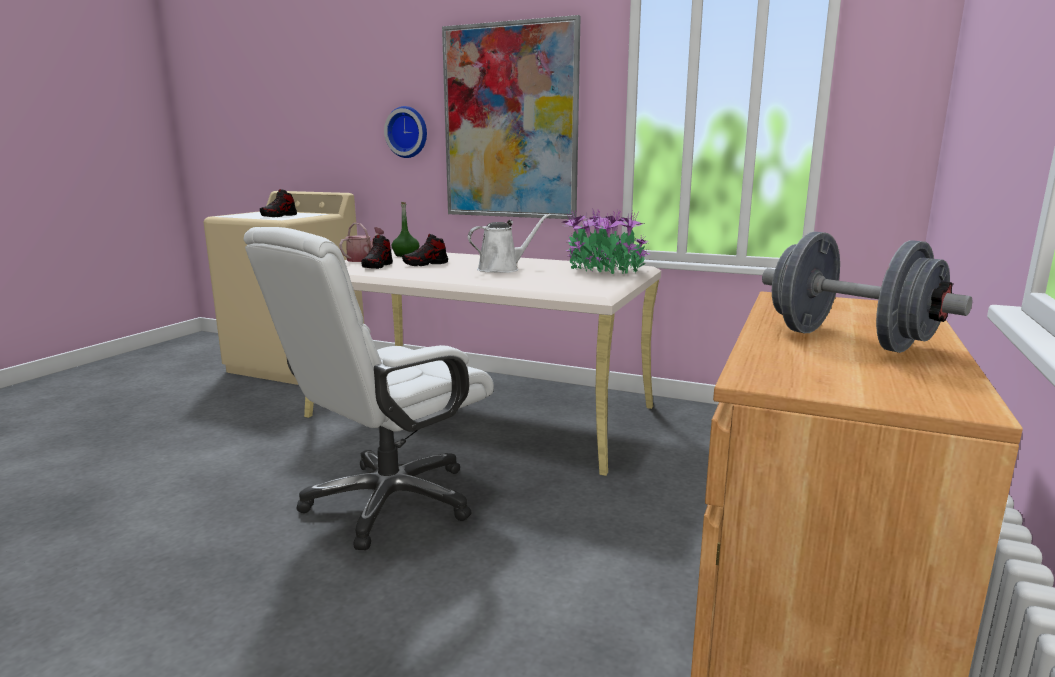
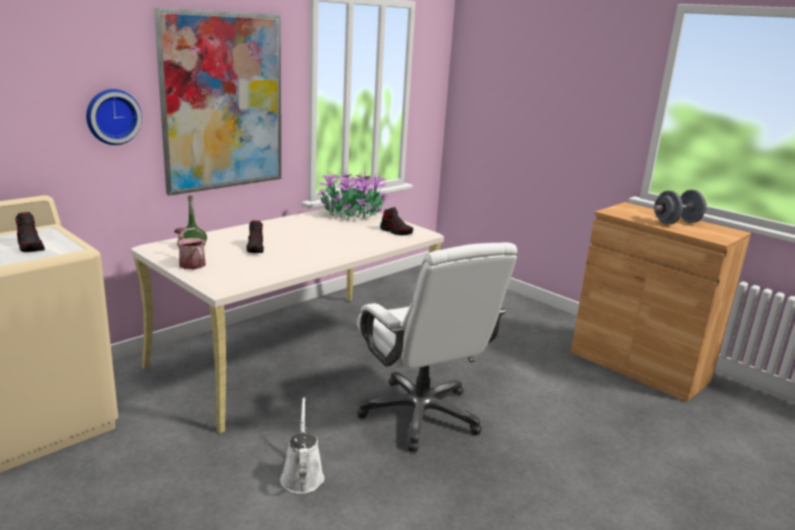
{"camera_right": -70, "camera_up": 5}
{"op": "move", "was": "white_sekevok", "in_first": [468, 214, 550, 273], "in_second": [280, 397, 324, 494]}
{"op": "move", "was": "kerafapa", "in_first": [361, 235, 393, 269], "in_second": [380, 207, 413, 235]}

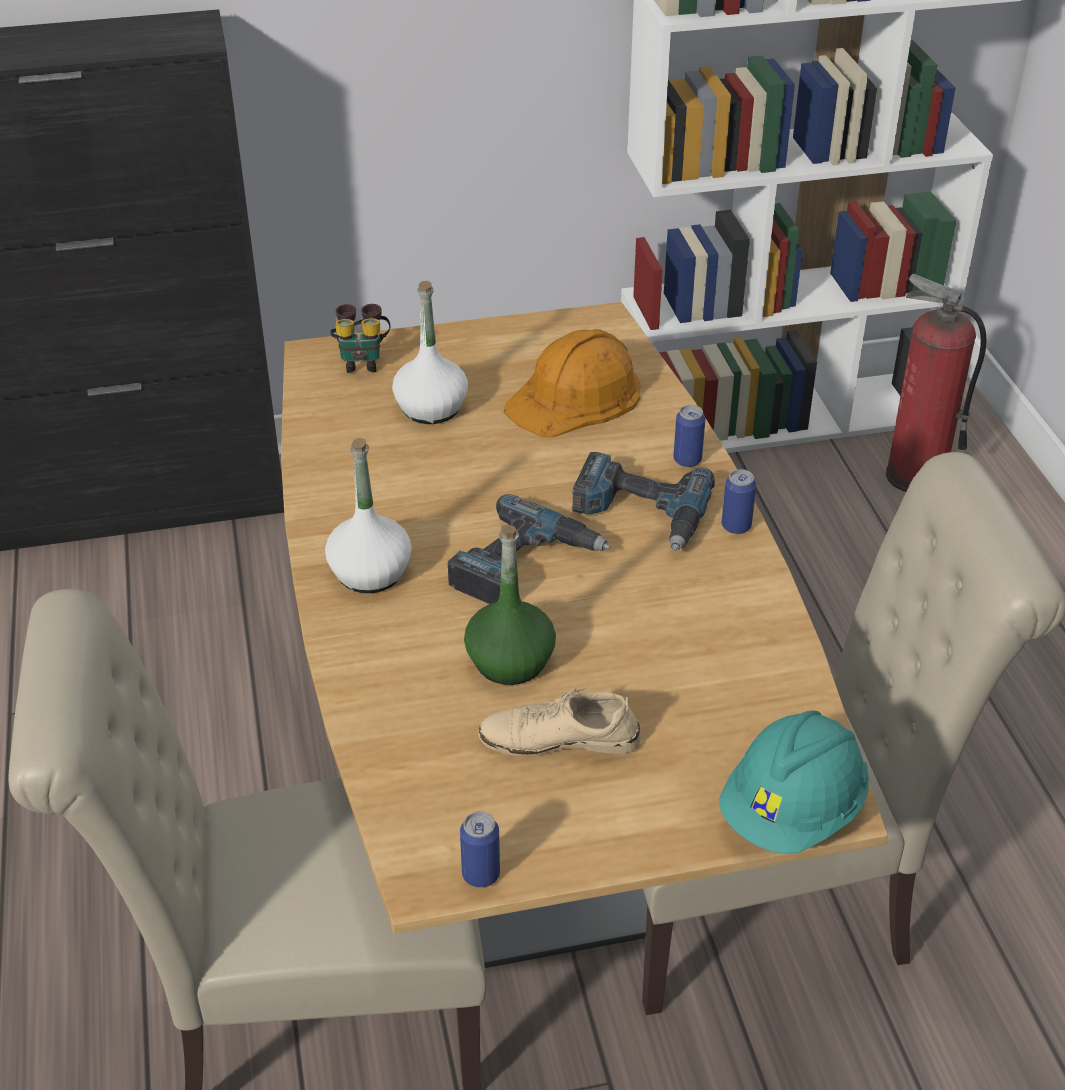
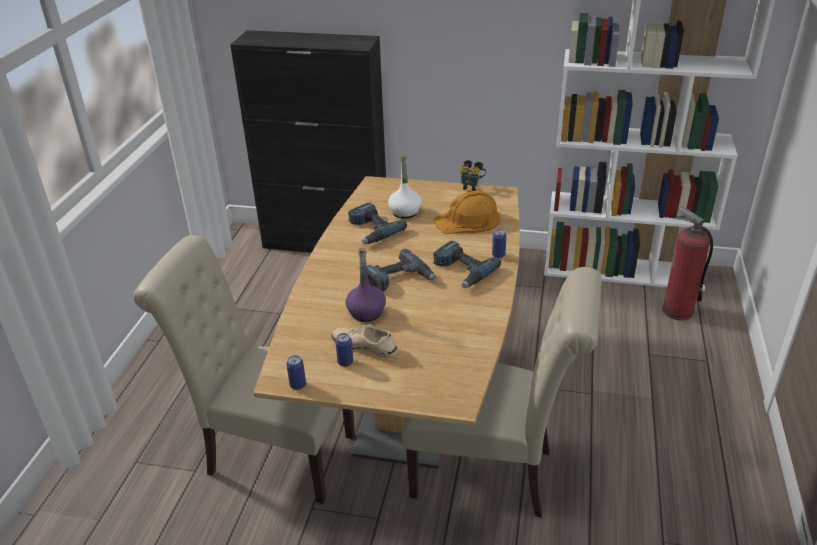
{"camera_right": 25, "camera_up": -5}
{"op": "move", "was": "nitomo", "in_first": [722, 469, 756, 534], "in_second": [335, 333, 353, 367]}
{"op": "recolor", "was": "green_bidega", "now": "purple_bidega", "in_first": [464, 524, 556, 685], "in_second": [346, 248, 386, 322]}
{"op": "insert", "now": "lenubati", "in_second": [348, 203, 407, 244]}
{"op": "move", "was": "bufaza", "in_first": [330, 304, 391, 373], "in_second": [460, 160, 486, 191]}
{"op": "delete", "was": "white_bidega", "in_first": [325, 438, 412, 593]}
{"op": "delete", "was": "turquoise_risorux", "in_first": [719, 710, 869, 854]}

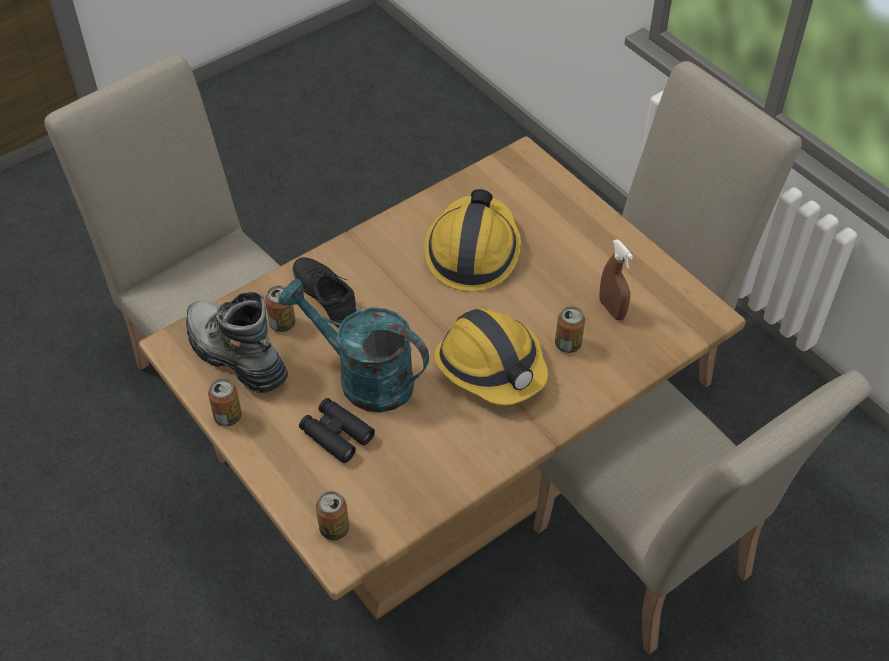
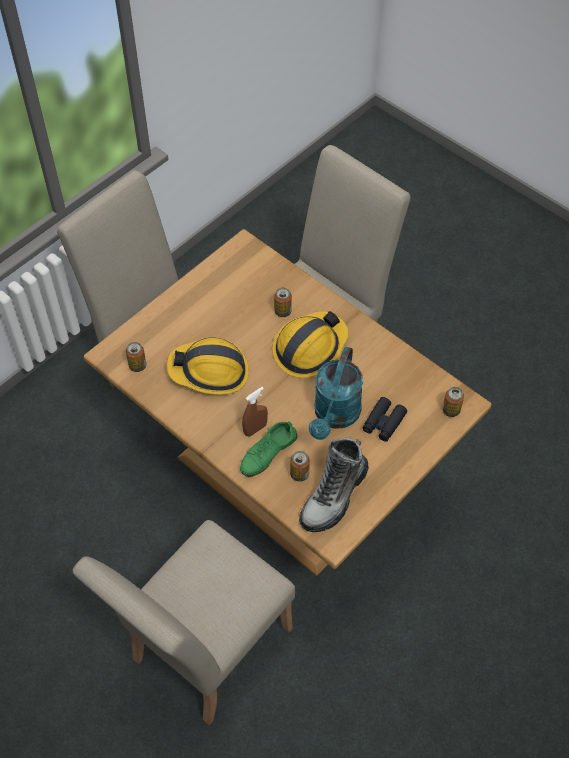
{"camera_right": -100, "camera_up": 5}
{"op": "move", "was": "nitomo", "in_first": [208, 379, 242, 426], "in_second": [126, 342, 146, 372]}
{"op": "recolor", "was": "black_kerafapa", "now": "green_kerafapa", "in_first": [293, 257, 357, 328], "in_second": [240, 421, 297, 477]}
{"op": "move", "was": "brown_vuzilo", "in_first": [599, 239, 633, 320], "in_second": [242, 387, 268, 437]}

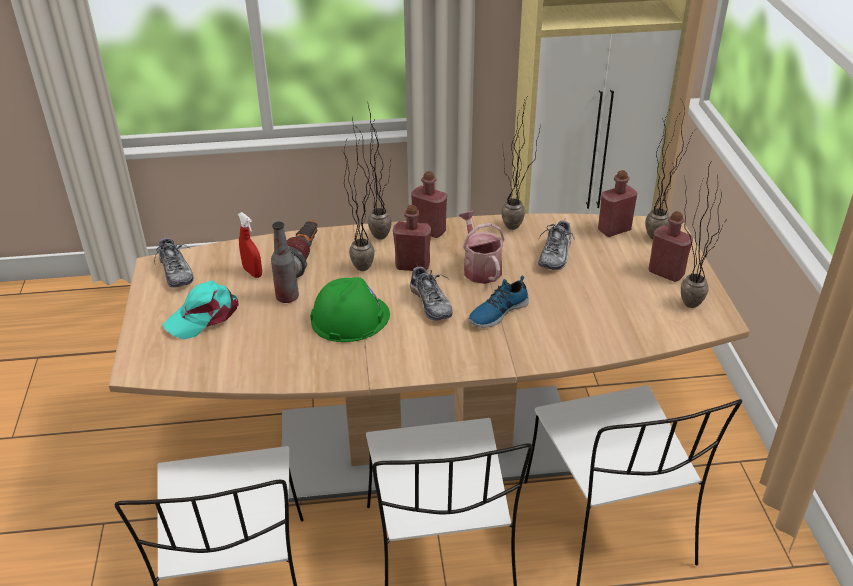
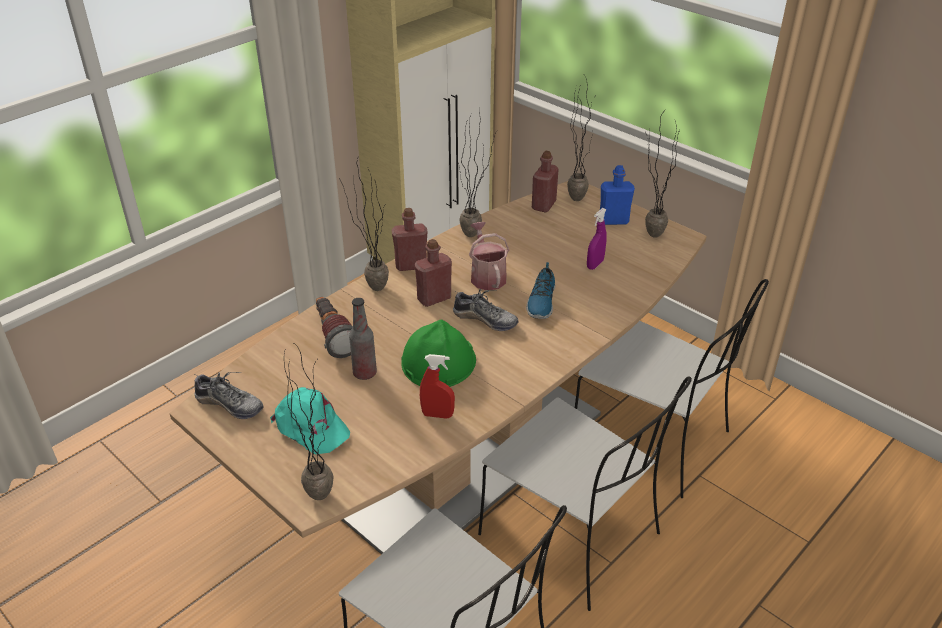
{"camera_right": -40, "camera_up": 0}
{"op": "rotate", "was": "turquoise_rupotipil", "in_first": [162, 280, 239, 340], "in_second": [270, 387, 350, 454], "clockwise": -60}
{"op": "move", "was": "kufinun", "in_first": [343, 129, 380, 271], "in_second": [284, 341, 333, 500]}
{"op": "move", "was": "red_vuzilo", "in_first": [238, 212, 262, 278], "in_second": [420, 354, 455, 419]}
{"op": "rotate", "was": "sekevok", "in_first": [458, 211, 505, 284], "in_second": [469, 222, 509, 291], "clockwise": 45}
{"op": "insert", "now": "purple_vuzilo", "in_second": [587, 208, 607, 270]}
{"op": "recolor", "was": "red_bidega", "now": "blue_bidega", "in_first": [649, 211, 693, 282], "in_second": [600, 165, 635, 225]}
{"op": "delete", "was": "kerafapa", "in_first": [538, 220, 575, 270]}

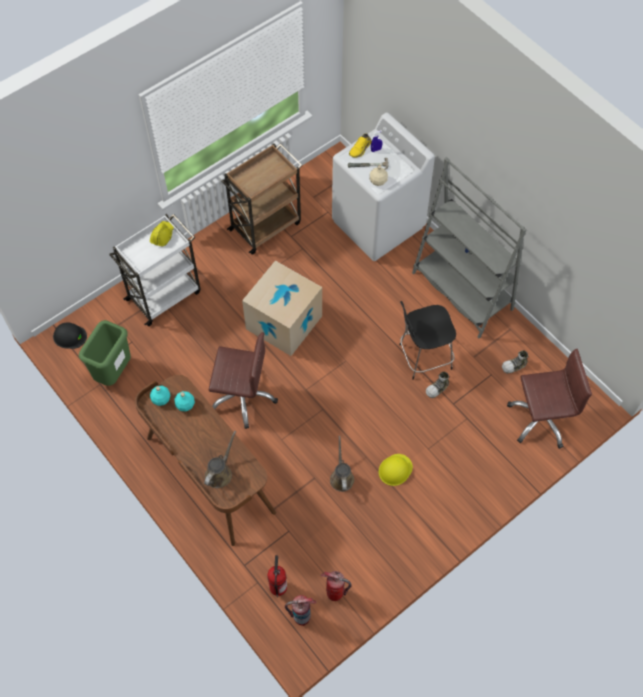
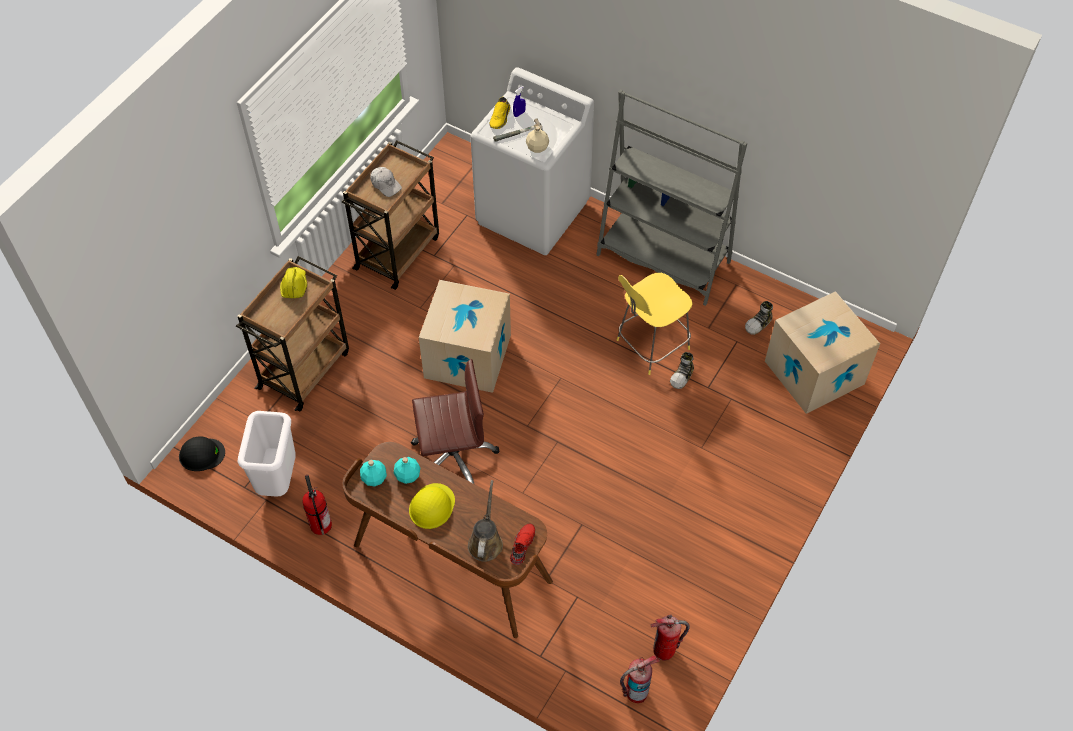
{"camera_right": -20, "camera_up": -5}
{"op": "recolor", "was": "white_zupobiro", "now": "brown_zupobiro", "in_first": [109, 214, 201, 326], "in_second": [236, 256, 349, 412]}
{"op": "recolor", "was": "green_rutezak", "now": "white_rutezak", "in_first": [79, 320, 131, 386], "in_second": [238, 411, 296, 497]}
{"op": "move", "was": "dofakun", "in_first": [268, 555, 287, 598], "in_second": [302, 475, 332, 535]}
{"op": "insert", "now": "white_rupotipil", "in_second": [370, 167, 402, 197]}
{"op": "move", "was": "yellow_risorux", "in_first": [379, 454, 413, 486], "in_second": [409, 483, 455, 529]}
{"op": "insert", "now": "red_kerafapa", "in_second": [510, 523, 535, 565]}
{"op": "recolor", "was": "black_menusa", "now": "yellow_menusa", "in_first": [399, 301, 456, 380], "in_second": [617, 273, 693, 375]}
{"op": "replace", "was": "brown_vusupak", "now": "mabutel", "in_first": [507, 349, 592, 449], "in_second": [765, 291, 880, 414]}
{"op": "delete", "was": "brown_sekevok", "in_first": [330, 436, 354, 492]}

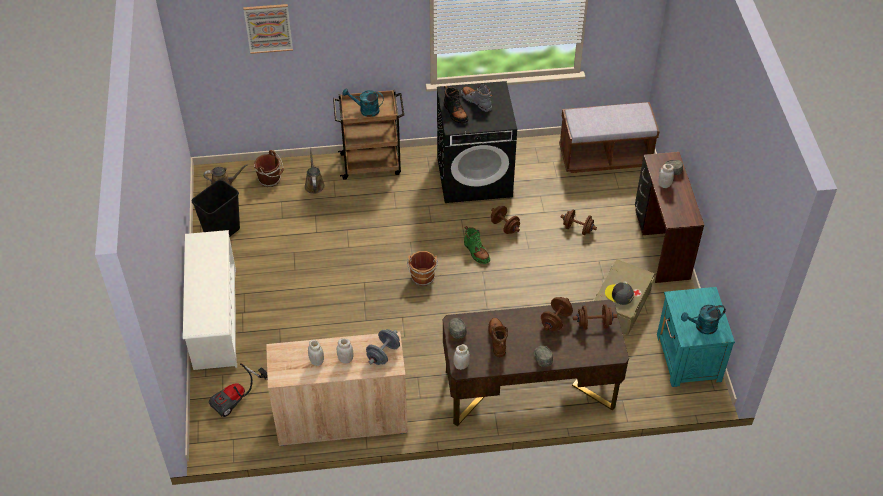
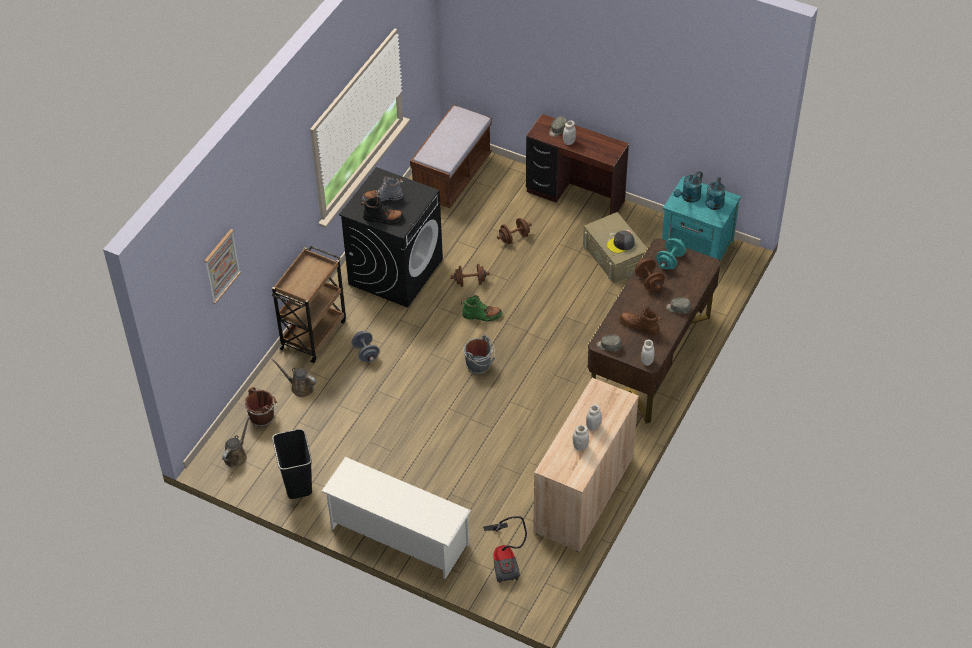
{"camera_right": -55, "camera_up": 0}
{"op": "move", "was": "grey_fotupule", "in_first": [366, 329, 400, 365], "in_second": [352, 331, 379, 362]}
{"op": "recolor", "was": "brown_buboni", "now": "grey_buboni", "in_first": [407, 251, 438, 286], "in_second": [464, 335, 495, 374]}
{"op": "recolor", "was": "brown_fotupule", "now": "turquoise_fotupule", "in_first": [573, 305, 617, 330], "in_second": [656, 238, 686, 269]}
{"op": "move", "was": "turquoise_sekevok", "in_first": [342, 88, 384, 117], "in_second": [674, 171, 703, 203]}

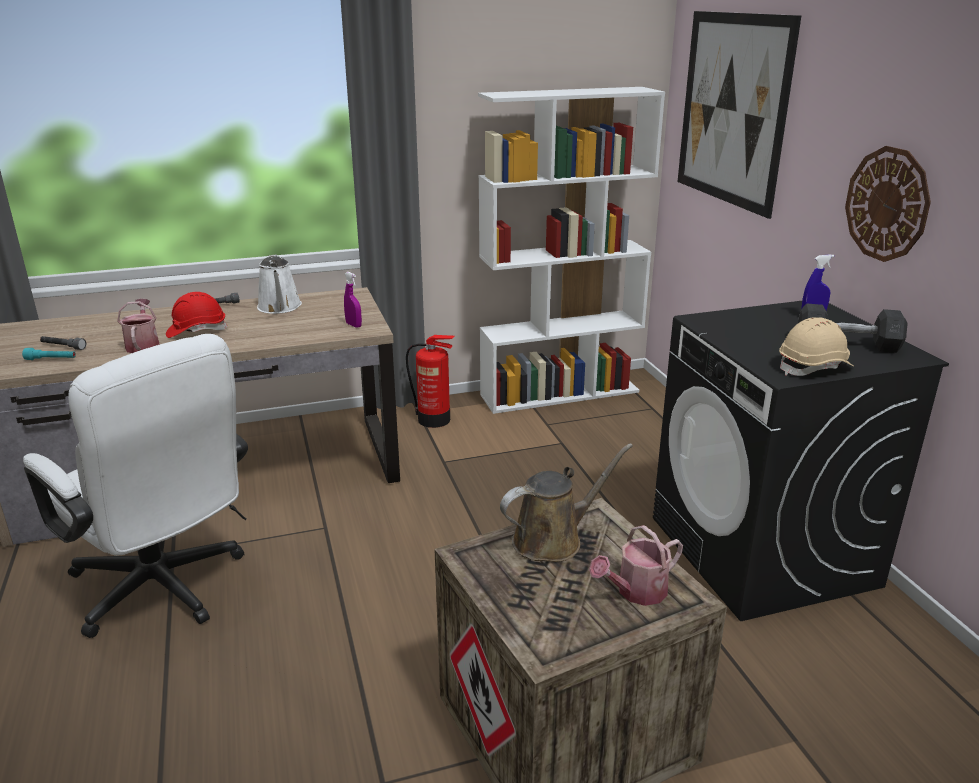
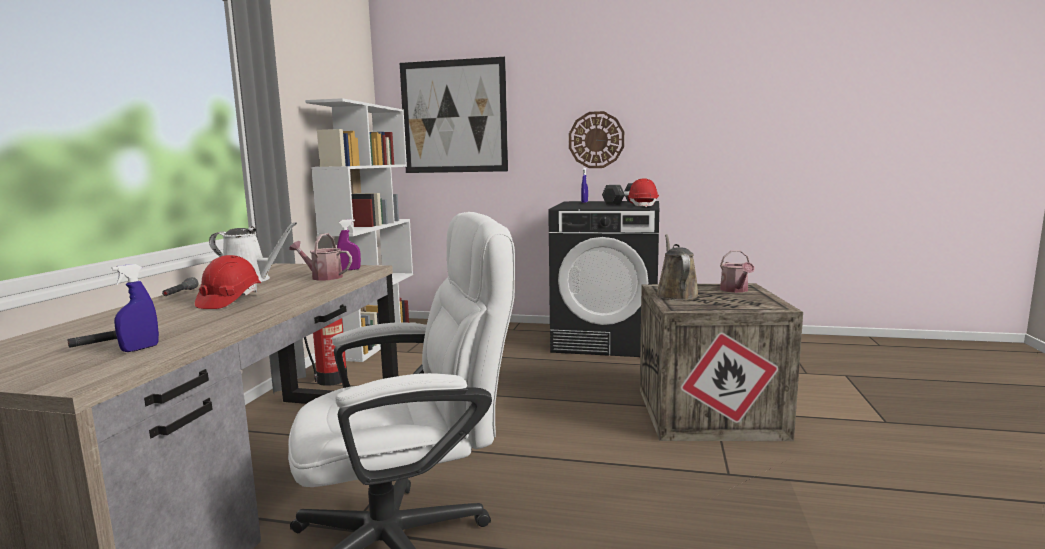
{"camera_right": -60, "camera_up": -15}
{"op": "replace", "was": "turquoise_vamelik", "now": "blue_vuzilo", "in_first": [22, 348, 76, 360], "in_second": [111, 264, 159, 352]}
{"op": "move", "was": "sekevok", "in_first": [117, 299, 160, 353], "in_second": [289, 233, 352, 281]}
{"op": "recolor", "was": "beige_risorux", "now": "red_risorux", "in_first": [779, 317, 853, 376], "in_second": [628, 178, 659, 207]}

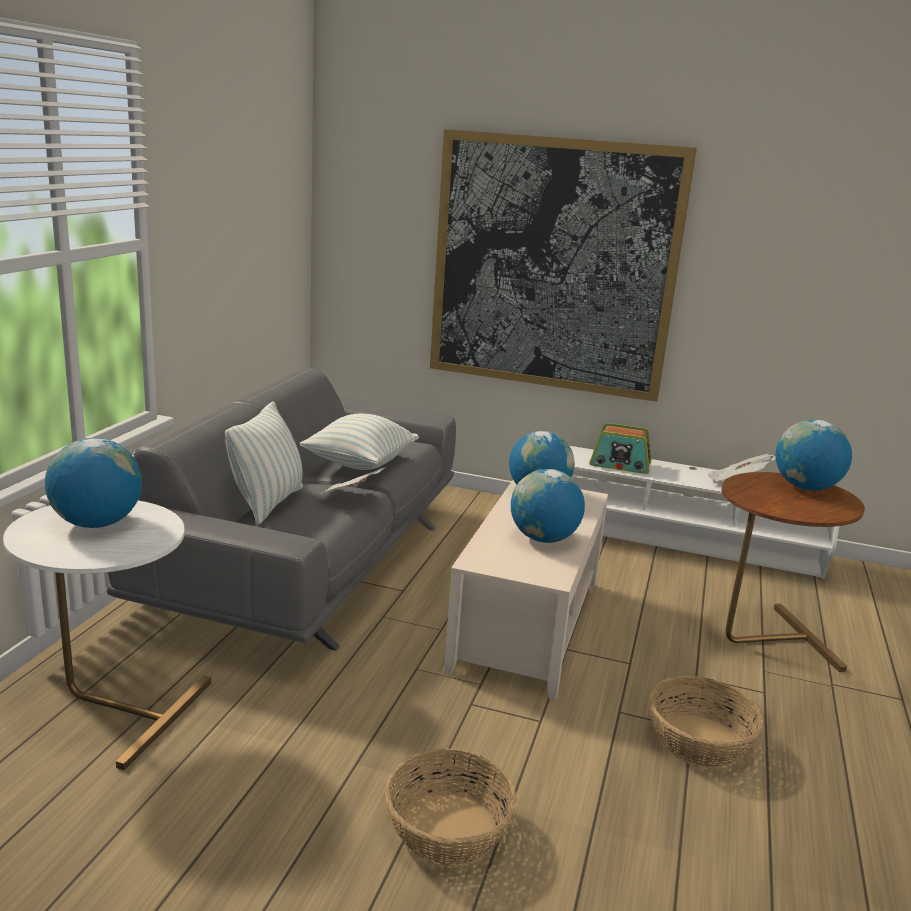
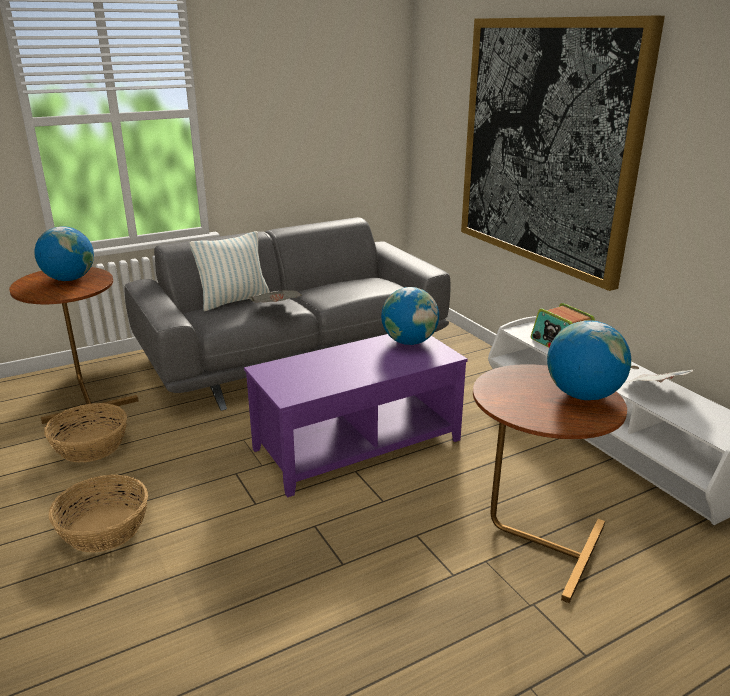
{"camera_right": 45, "camera_up": 5}
{"op": "recolor", "was": "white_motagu", "now": "brown_motagu", "in_first": [3, 501, 211, 770], "in_second": [9, 267, 138, 424]}
{"op": "move", "was": "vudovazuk", "in_first": [649, 675, 763, 768], "in_second": [44, 403, 127, 463]}
{"op": "recolor", "was": "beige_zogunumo", "now": "purple_zogunumo", "in_first": [444, 480, 608, 701], "in_second": [244, 334, 468, 497]}
{"op": "delete", "was": "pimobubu", "in_first": [300, 414, 419, 470]}
{"op": "delete", "was": "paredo", "in_first": [511, 469, 585, 543]}

